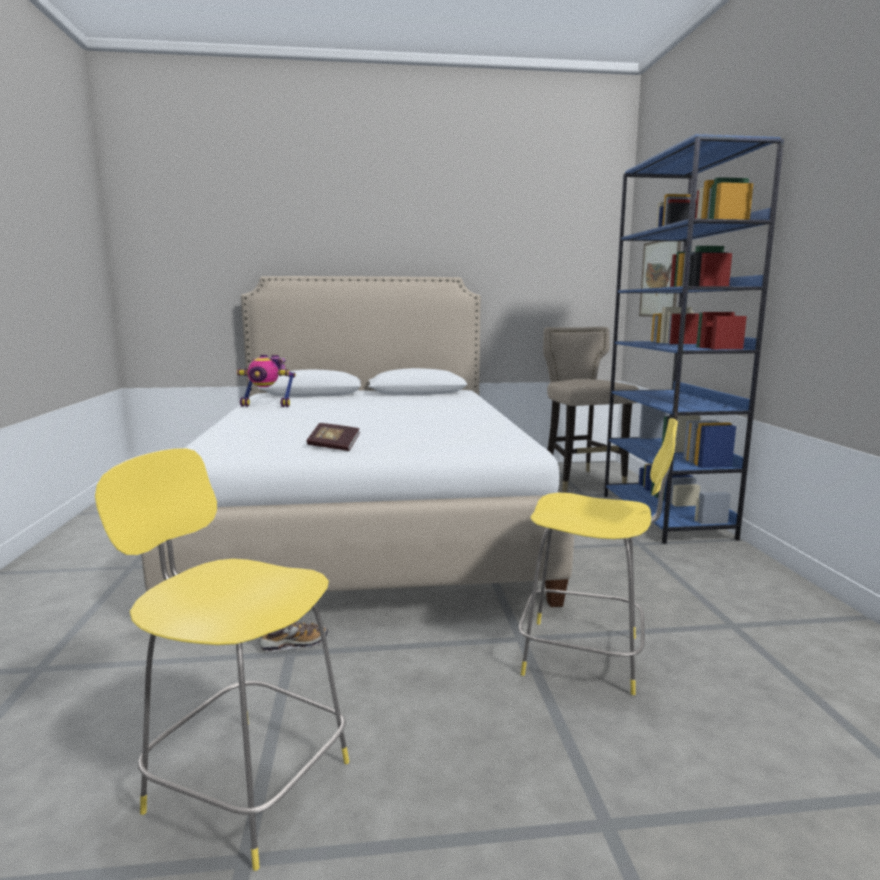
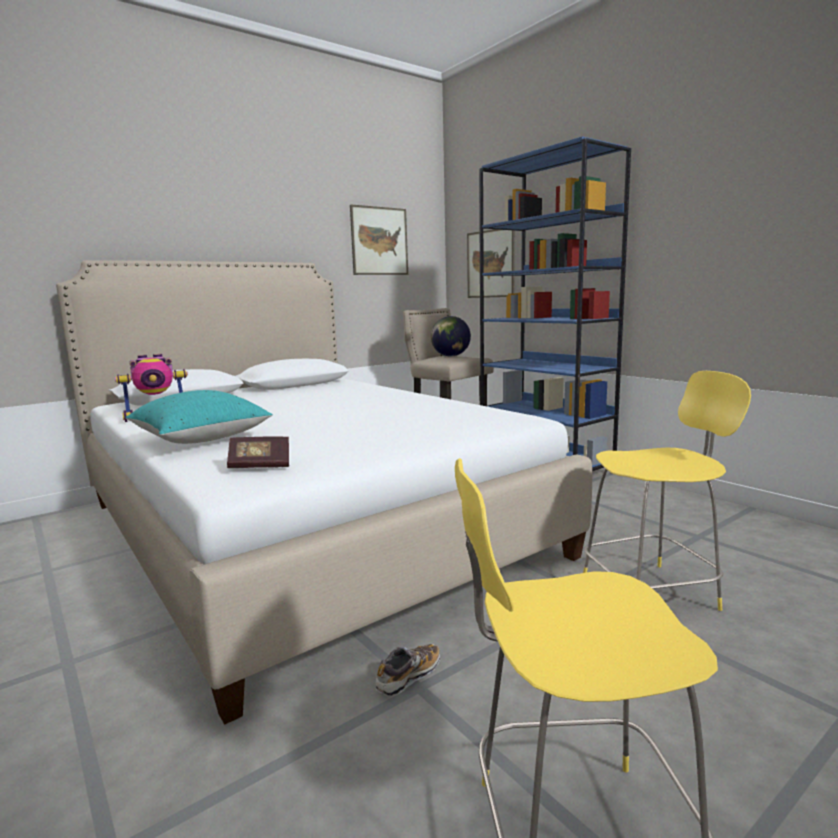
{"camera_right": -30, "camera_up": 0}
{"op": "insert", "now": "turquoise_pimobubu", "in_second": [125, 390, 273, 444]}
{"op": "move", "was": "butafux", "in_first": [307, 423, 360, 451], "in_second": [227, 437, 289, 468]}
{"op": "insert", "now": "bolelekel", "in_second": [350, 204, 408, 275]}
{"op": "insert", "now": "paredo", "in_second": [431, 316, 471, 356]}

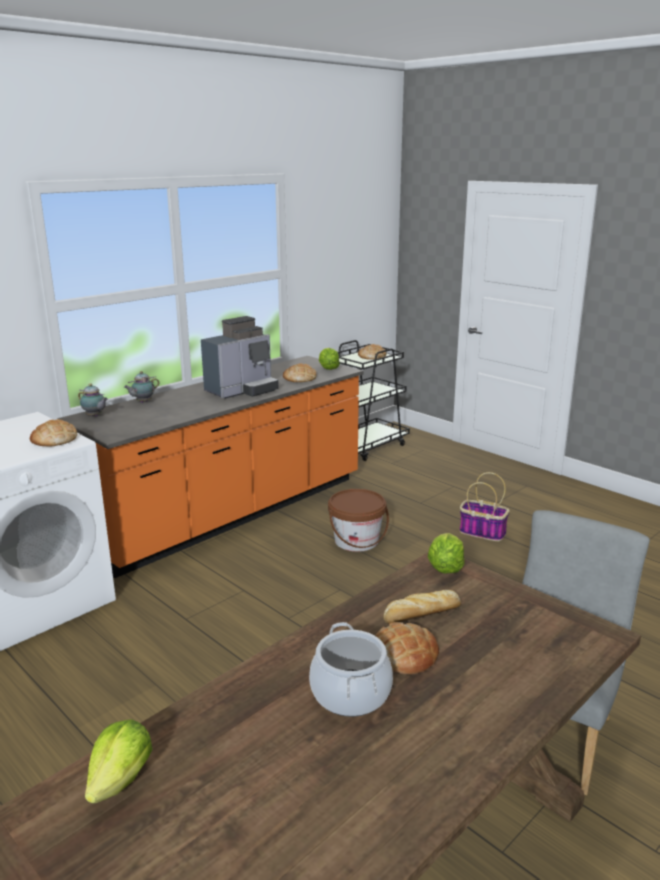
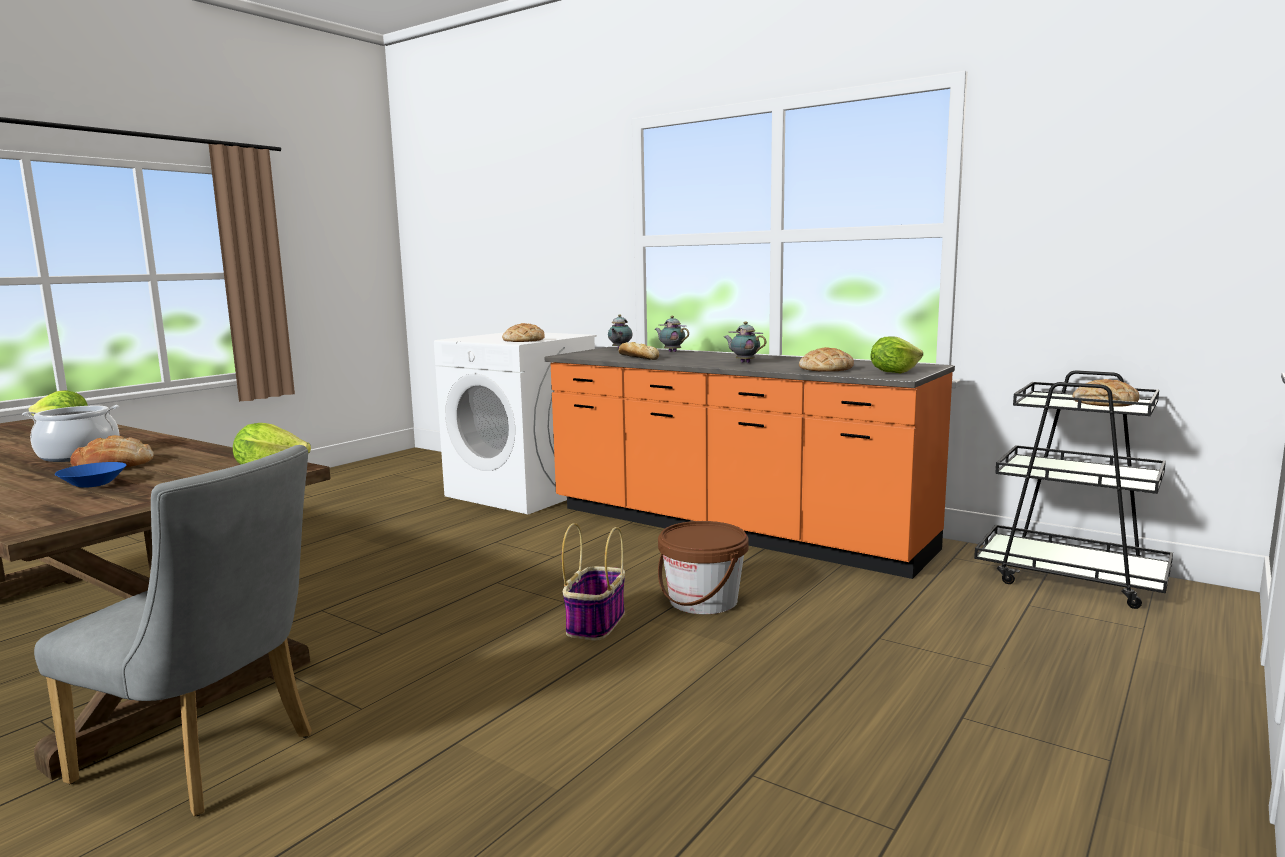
{"camera_right": 80, "camera_up": -10}
{"op": "insert", "now": "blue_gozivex", "in_second": [55, 462, 126, 488]}
{"op": "move", "was": "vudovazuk", "in_first": [459, 472, 510, 542], "in_second": [562, 523, 625, 641]}
{"op": "move", "was": "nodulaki", "in_first": [383, 590, 461, 624], "in_second": [619, 342, 659, 360]}
{"op": "replace", "was": "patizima", "now": "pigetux", "in_first": [201, 316, 279, 399], "in_second": [724, 321, 766, 363]}

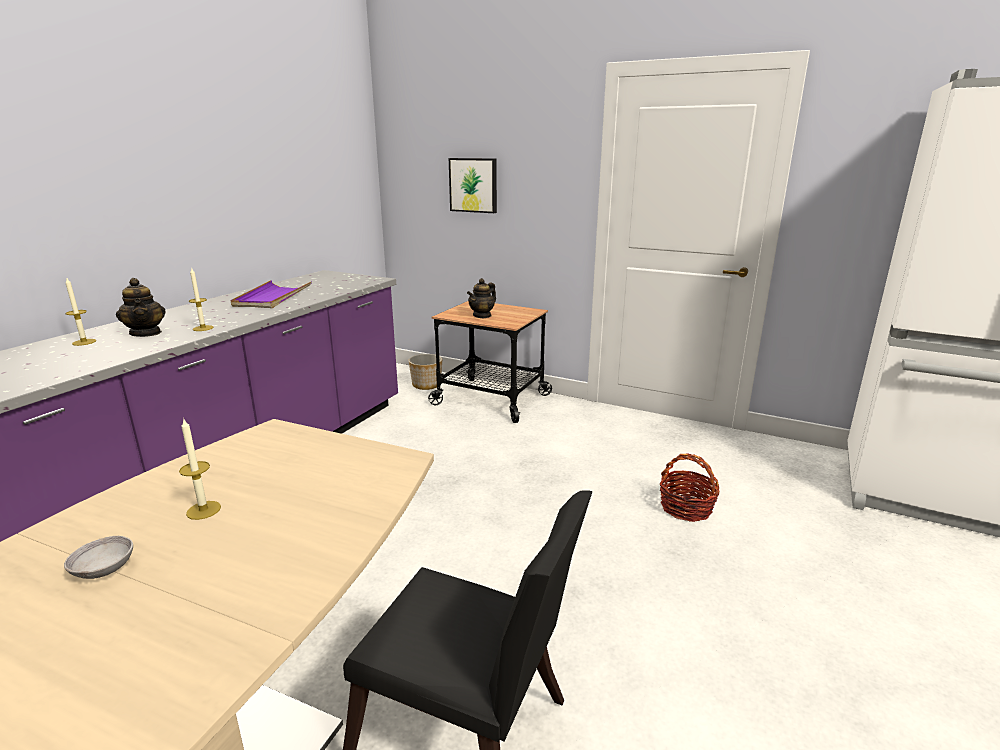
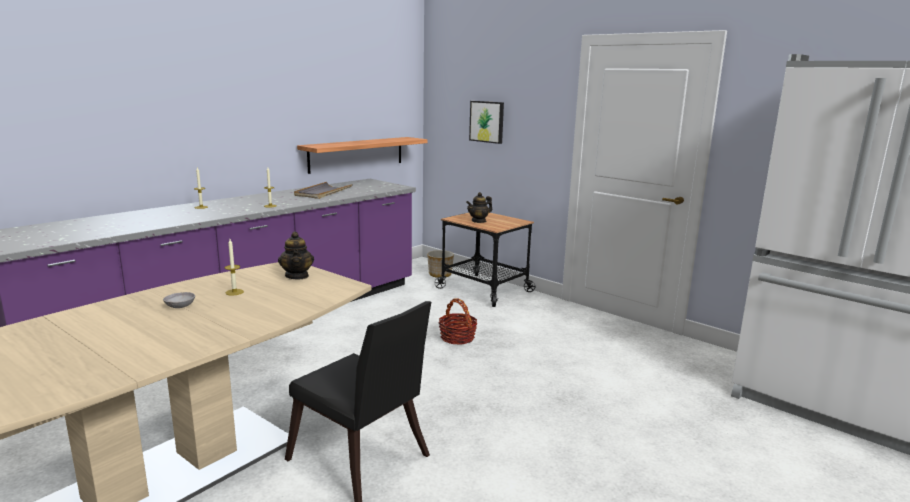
{"camera_right": 15, "camera_up": -5}
{"op": "move", "was": "pigetux", "in_first": [116, 278, 166, 337], "in_second": [278, 231, 314, 279]}
{"op": "recolor", "was": "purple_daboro", "now": "grey_daboro", "in_first": [230, 280, 312, 308], "in_second": [294, 182, 353, 199]}
{"op": "insert", "now": "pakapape", "in_second": [297, 137, 428, 174]}
{"op": "move", "was": "vudovazuk", "in_first": [660, 454, 719, 522], "in_second": [439, 298, 478, 345]}

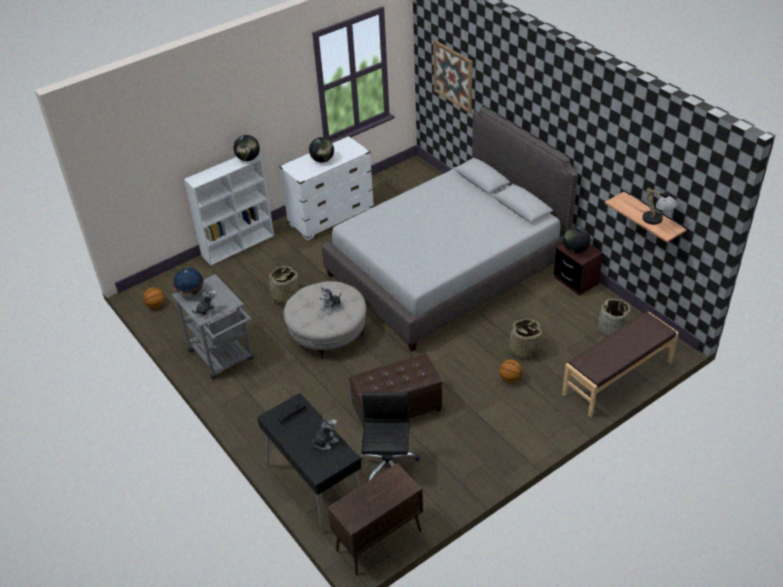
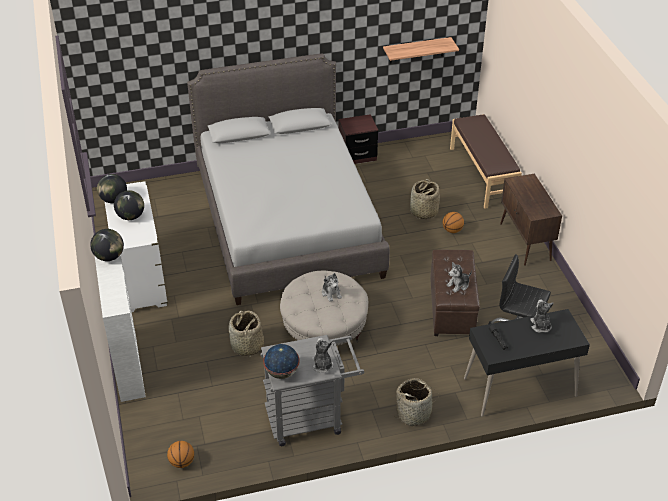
{"camera_right": -70, "camera_up": 0}
{"op": "move", "was": "paredo", "in_first": [563, 226, 590, 253], "in_second": [97, 174, 127, 203]}
{"op": "move", "was": "vudovazuk", "in_first": [598, 298, 631, 337], "in_second": [396, 378, 438, 426]}
{"op": "insert", "now": "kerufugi", "in_second": [447, 262, 472, 293]}
{"op": "move", "was": "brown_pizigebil", "in_first": [327, 463, 423, 575], "in_second": [500, 174, 562, 266]}
{"op": "delete", "was": "bolelekel", "in_first": [433, 40, 472, 113]}
{"op": "delete", "was": "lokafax", "in_first": [640, 188, 677, 225]}

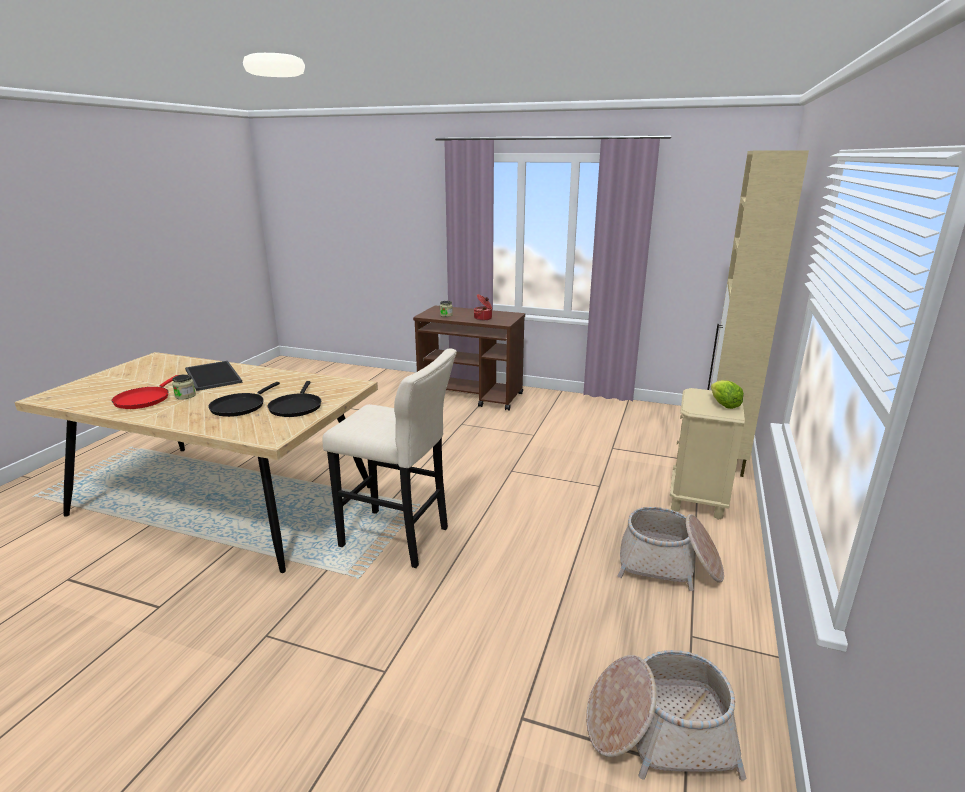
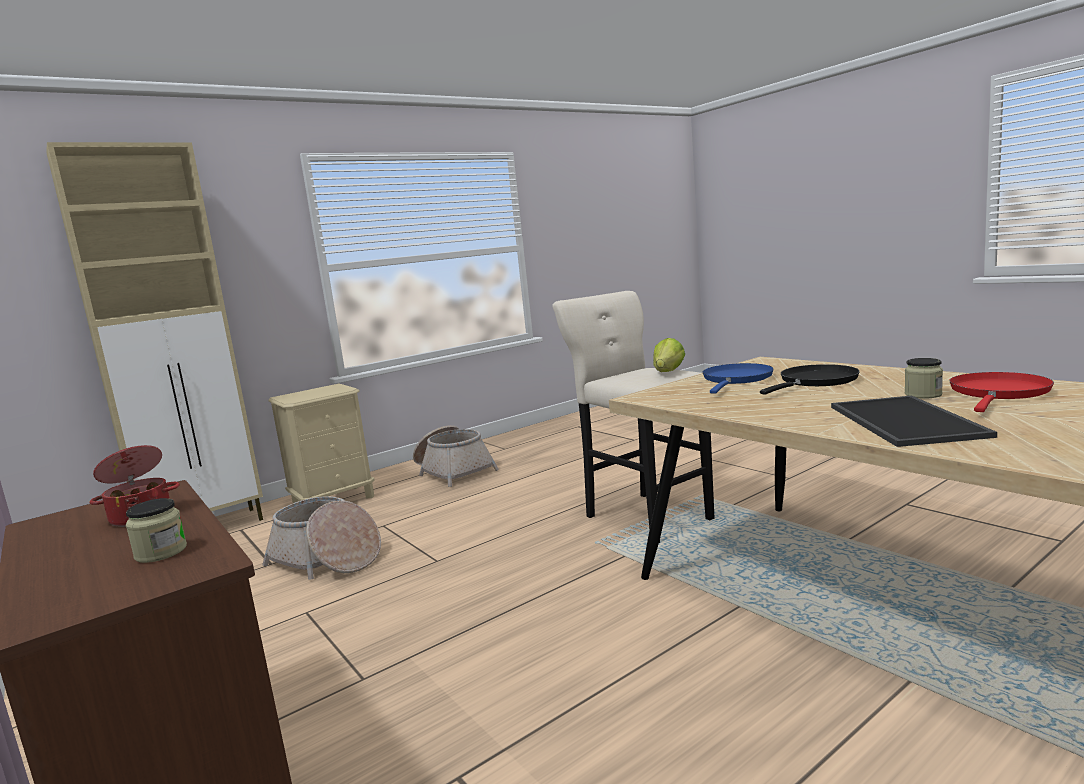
{"camera_right": -145, "camera_up": -10}
{"op": "move", "was": "vudovazuk", "in_first": [586, 650, 746, 781], "in_second": [262, 496, 381, 580]}
{"op": "move", "was": "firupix", "in_first": [711, 380, 744, 409], "in_second": [653, 338, 685, 372]}
{"op": "recolor", "was": "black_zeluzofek", "now": "blue_zeluzofek", "in_first": [268, 381, 321, 417], "in_second": [703, 363, 774, 394]}

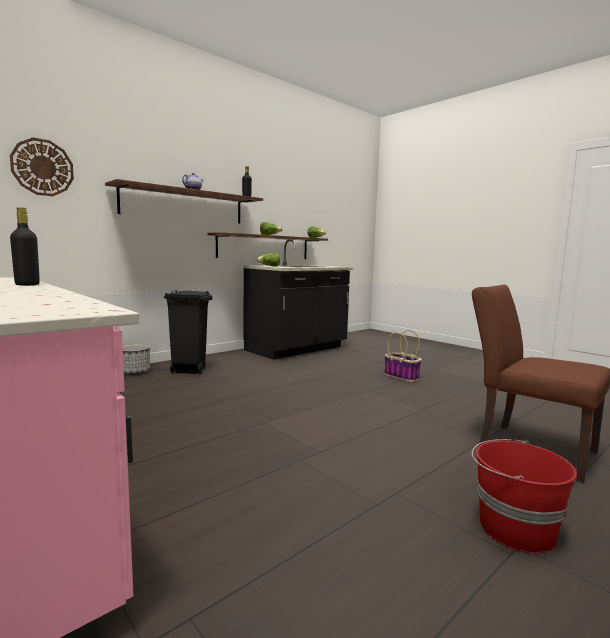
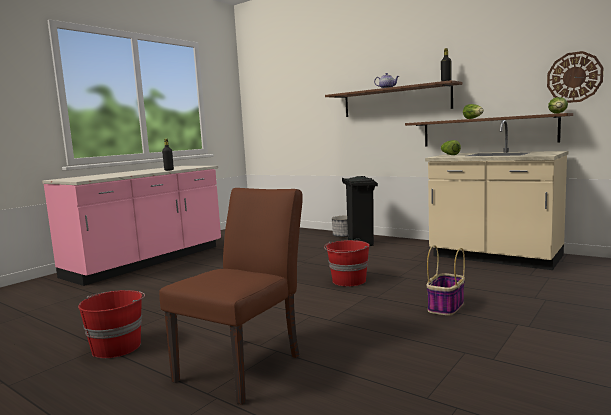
{"camera_right": 80, "camera_up": 0}
{"op": "insert", "now": "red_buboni", "in_second": [324, 240, 370, 286]}
{"op": "recolor", "was": "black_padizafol", "now": "beige_padizafol", "in_first": [243, 239, 353, 360], "in_second": [425, 120, 569, 270]}
{"op": "move", "was": "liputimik", "in_first": [10, 138, 74, 196], "in_second": [547, 51, 603, 103]}

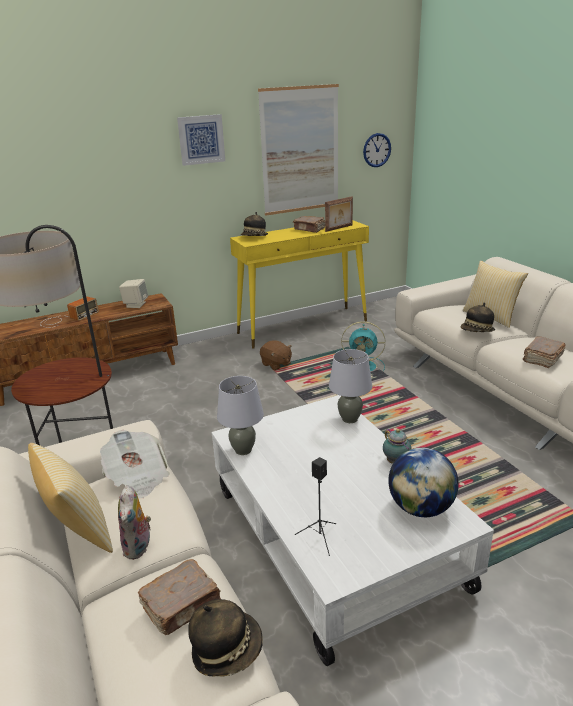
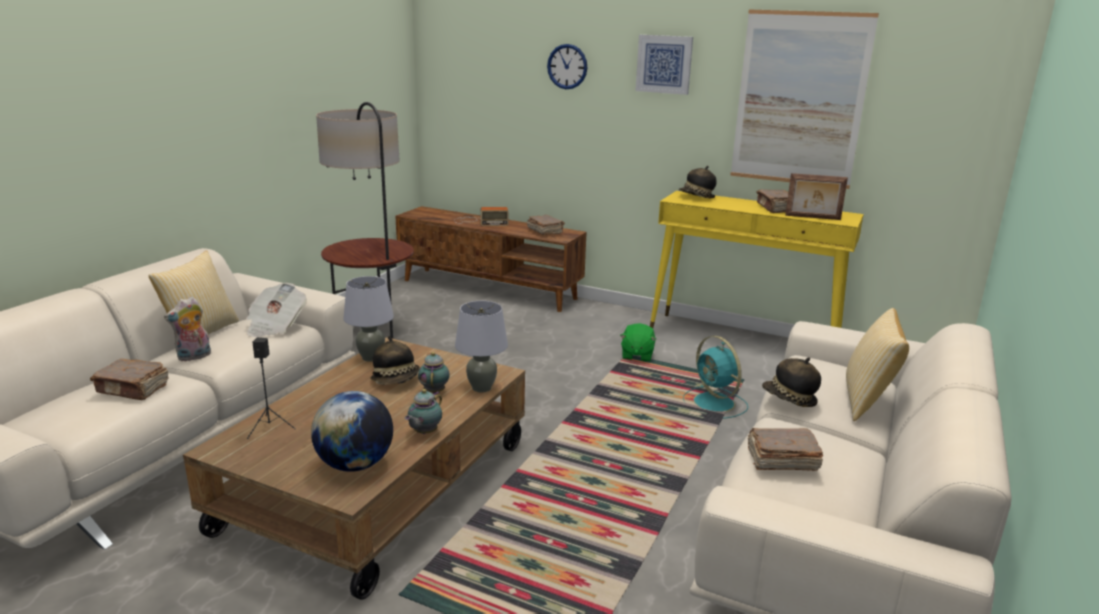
{"camera_right": 50, "camera_up": -5}
{"op": "recolor", "was": "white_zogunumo", "now": "brown_zogunumo", "in_first": [211, 395, 494, 666], "in_second": [183, 337, 525, 600]}
{"op": "move", "was": "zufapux", "in_first": [188, 599, 263, 676], "in_second": [370, 336, 420, 385]}
{"op": "insert", "now": "pigetux", "in_second": [418, 352, 450, 394]}
{"op": "replace", "was": "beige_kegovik", "now": "brown_butafux", "in_first": [119, 279, 148, 308], "in_second": [527, 215, 565, 235]}
{"op": "move", "was": "liputimik", "in_first": [363, 133, 391, 167], "in_second": [547, 44, 587, 89]}
{"op": "recolor", "was": "brown_kerufugi", "now": "green_kerufugi", "in_first": [260, 340, 292, 370], "in_second": [620, 323, 656, 361]}

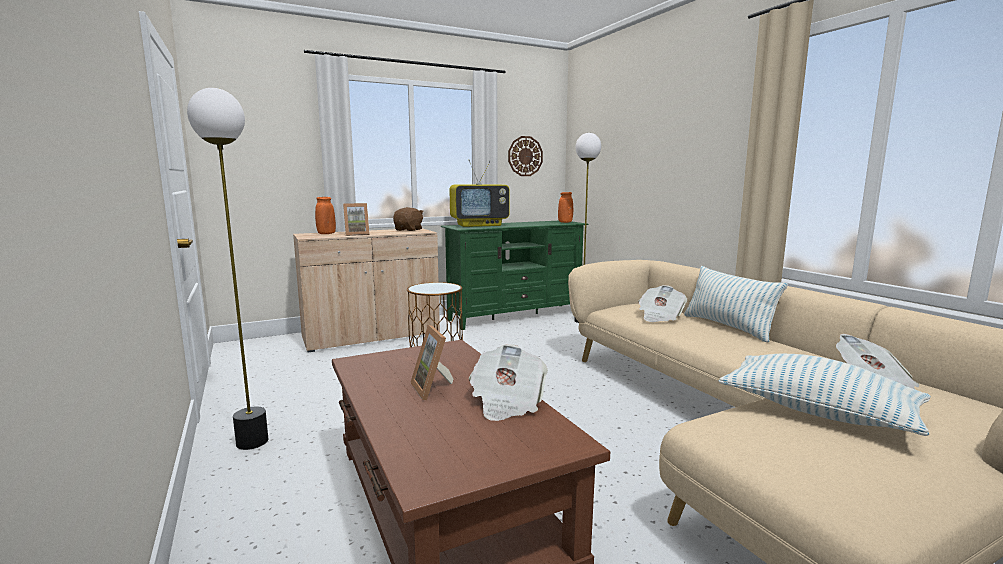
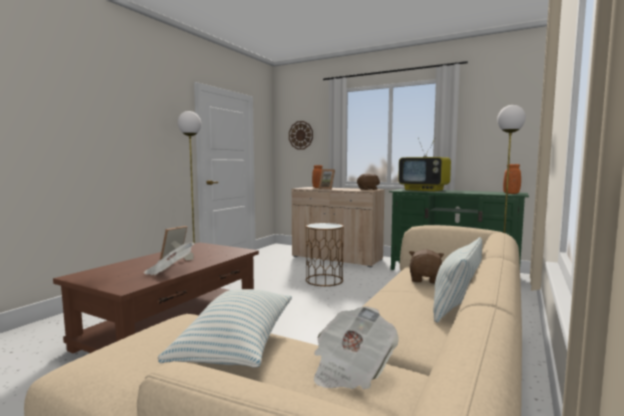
{"camera_right": 55, "camera_up": -5}
{"op": "move", "was": "liputimik", "in_first": [508, 136, 543, 176], "in_second": [289, 121, 313, 150]}
{"op": "replace", "was": "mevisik", "now": "brown_kerufugi", "in_first": [638, 285, 687, 322], "in_second": [409, 249, 444, 284]}

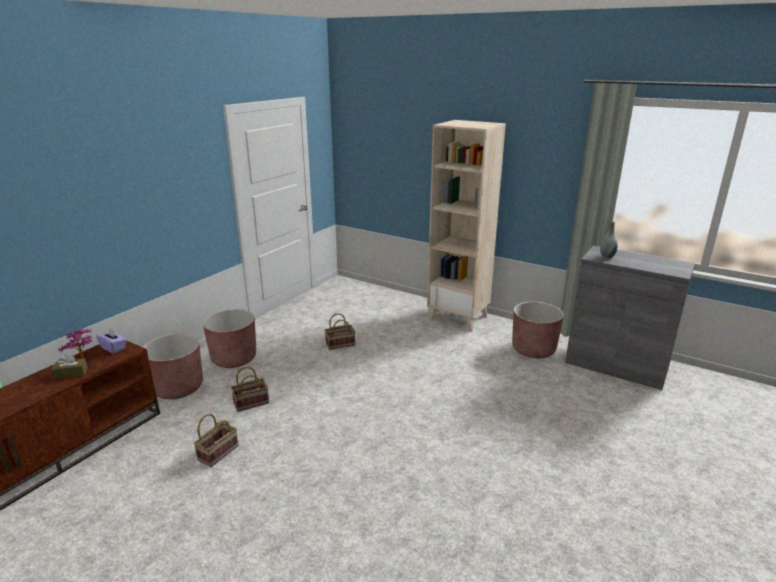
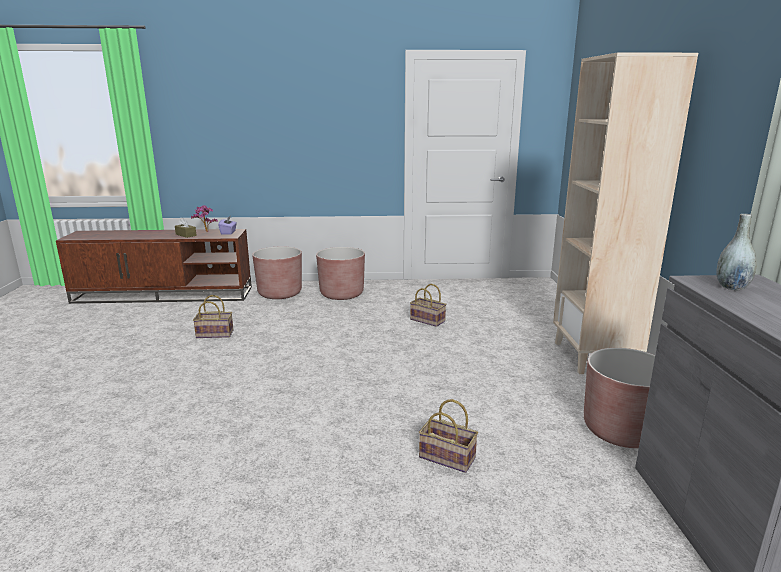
{"camera_right": 55, "camera_up": -5}
{"op": "move", "was": "vudovazuk", "in_first": [231, 367, 269, 412], "in_second": [419, 399, 478, 473]}

